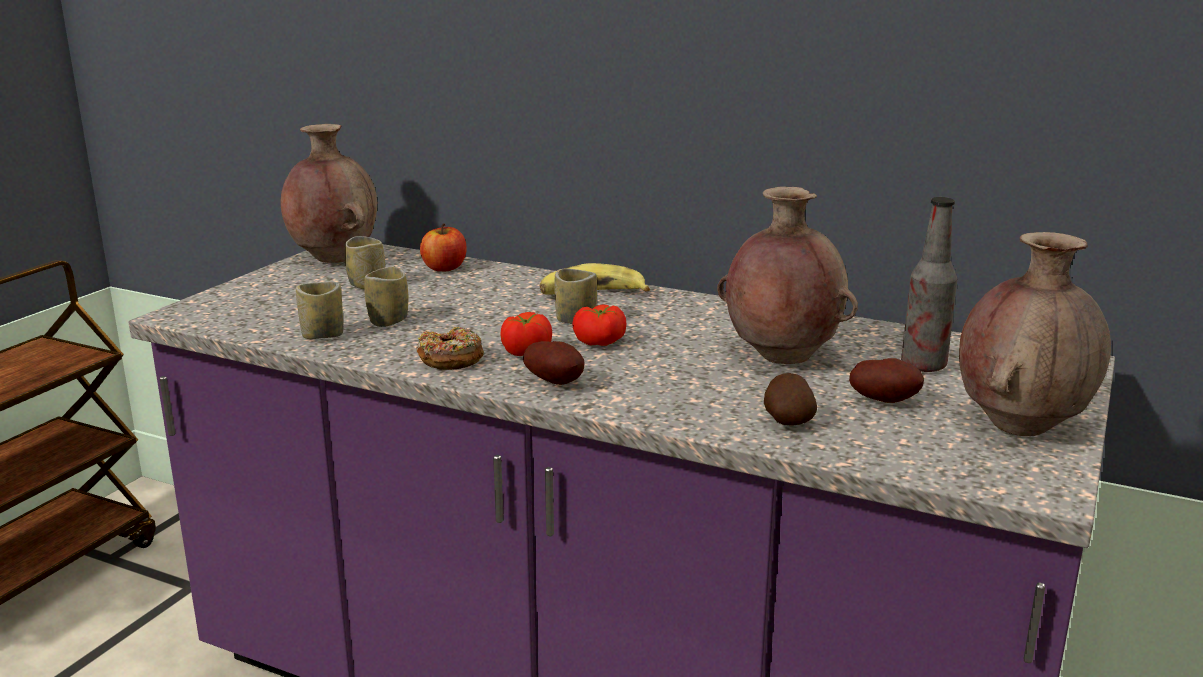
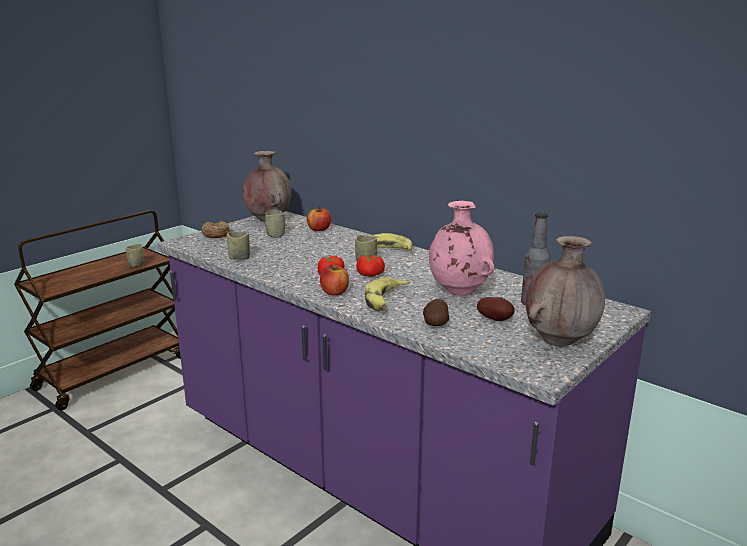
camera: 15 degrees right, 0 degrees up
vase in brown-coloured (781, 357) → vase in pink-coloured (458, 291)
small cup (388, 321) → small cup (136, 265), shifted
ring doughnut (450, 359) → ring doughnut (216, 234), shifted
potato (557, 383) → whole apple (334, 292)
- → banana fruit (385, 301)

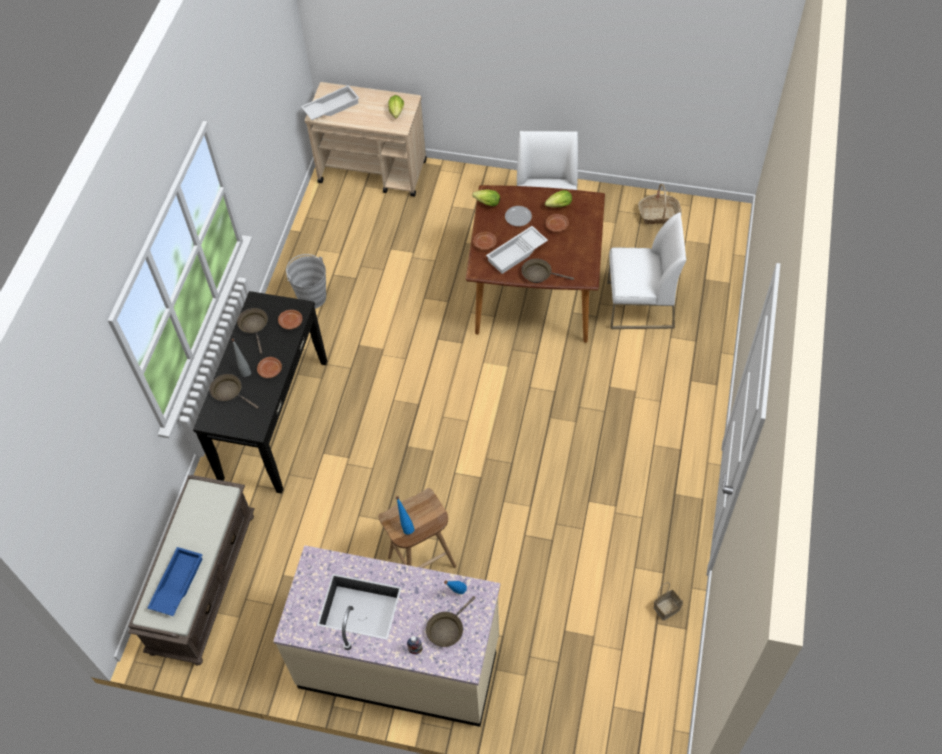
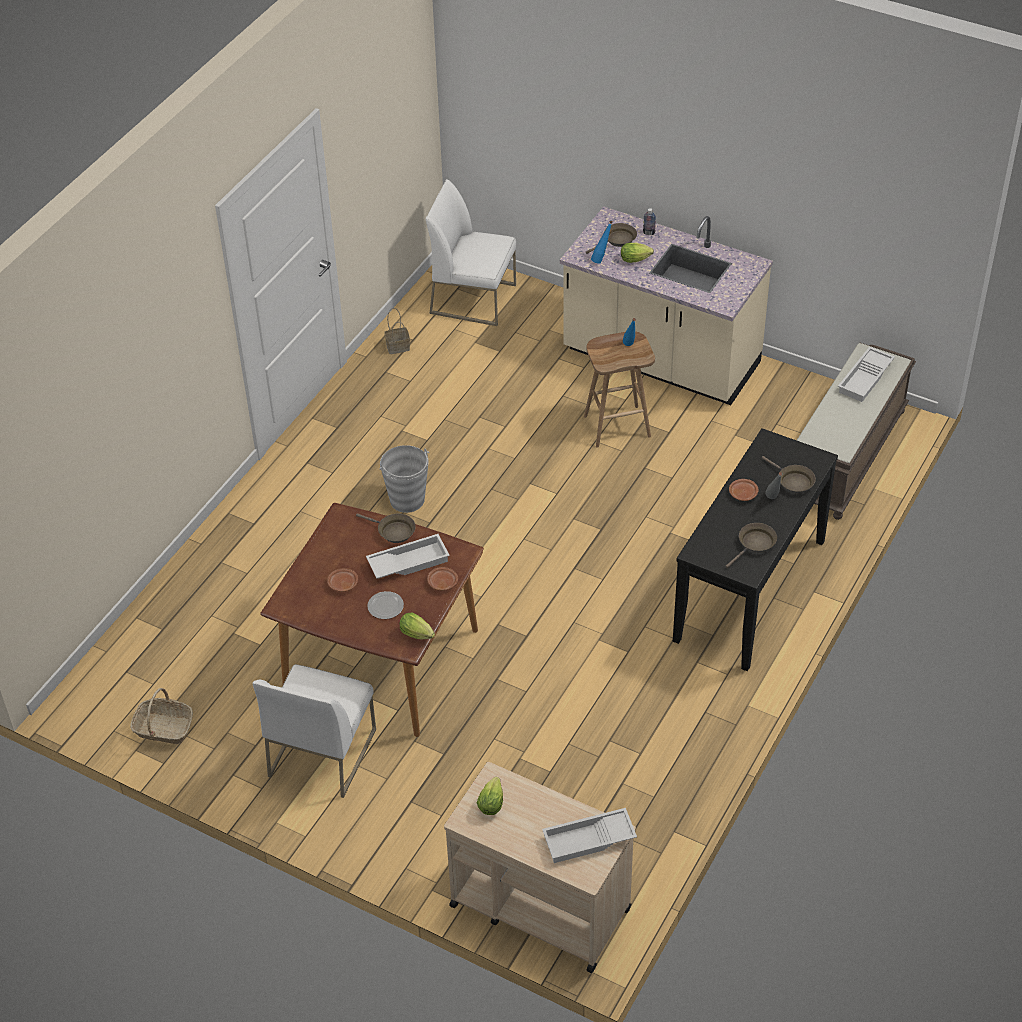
camera: 165 degrees left, 10 degrees down
lettuce head (557, 206) → lettuce head (637, 259), shifted
chair in white (639, 305) → chair in white (474, 298), shifted
bucket in greyish (312, 297) → bucket in greyish (407, 500), shifted
pan in brown-coloured (254, 326) → pan in brown-coloured (755, 544), 135 degrees counterclockwise
dinner plate in brown-coloured (291, 322) → -
tray in blue-coloured (176, 583) → tray in white (866, 379)

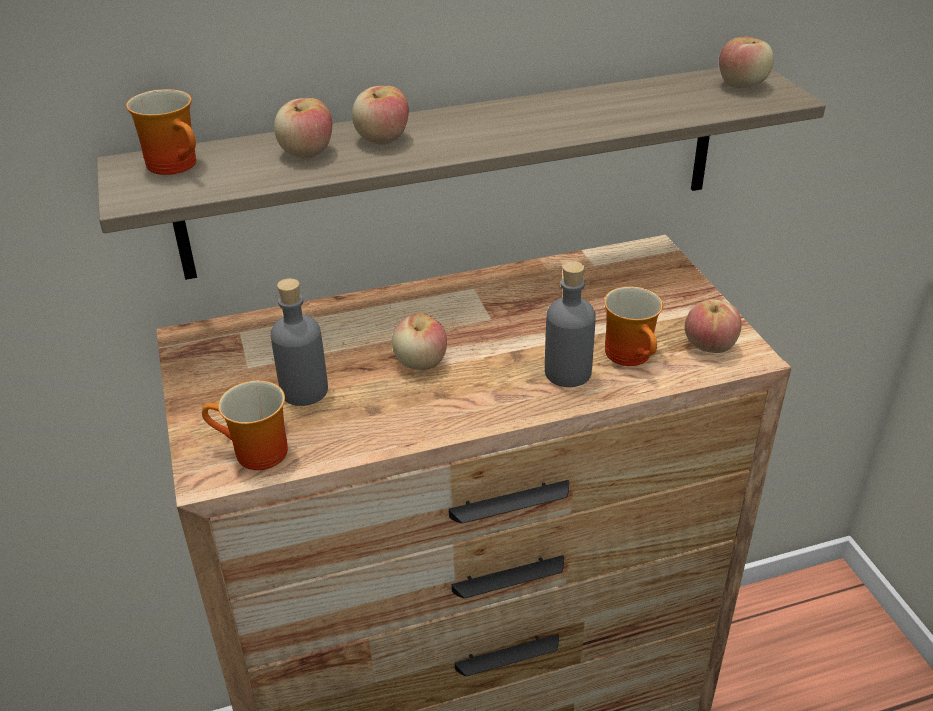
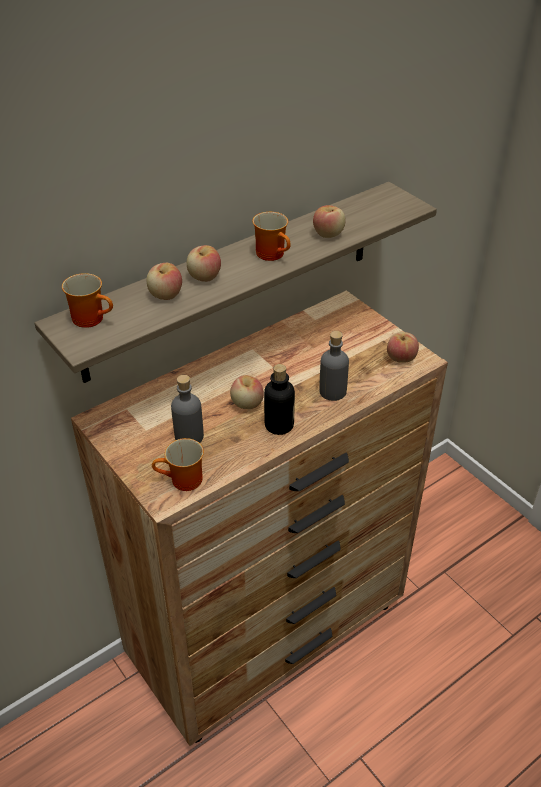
camera: 20 degrees left, 5 degrees up
whole apple (742, 84) → whole apple (328, 234), shifted
mug (633, 355) → mug (274, 254), shifted
- → beverage bottle (279, 425)

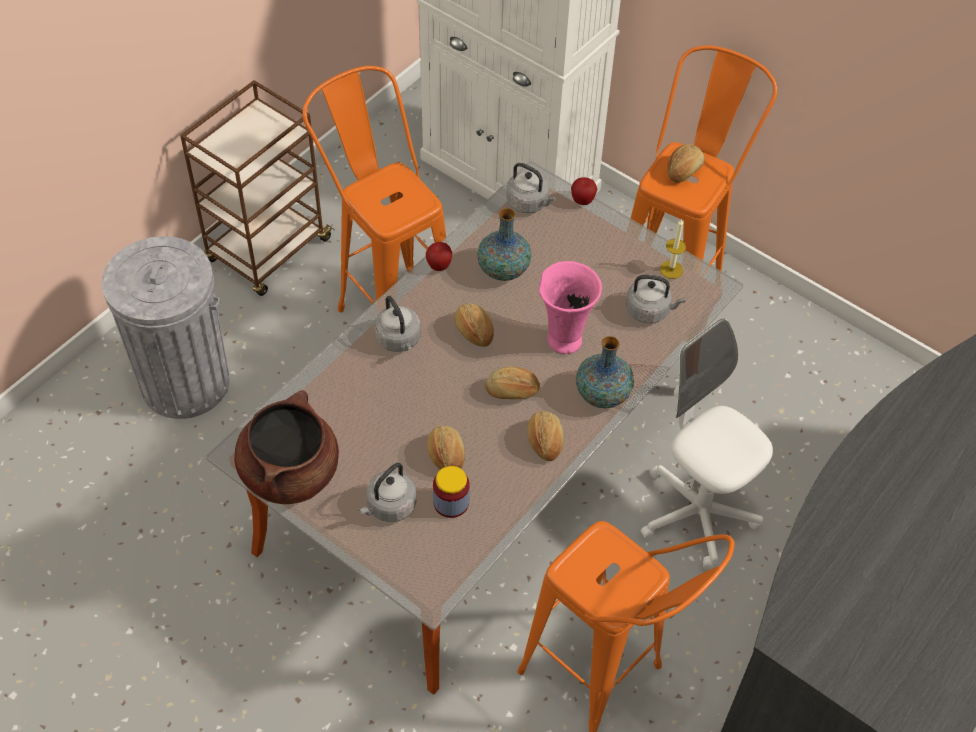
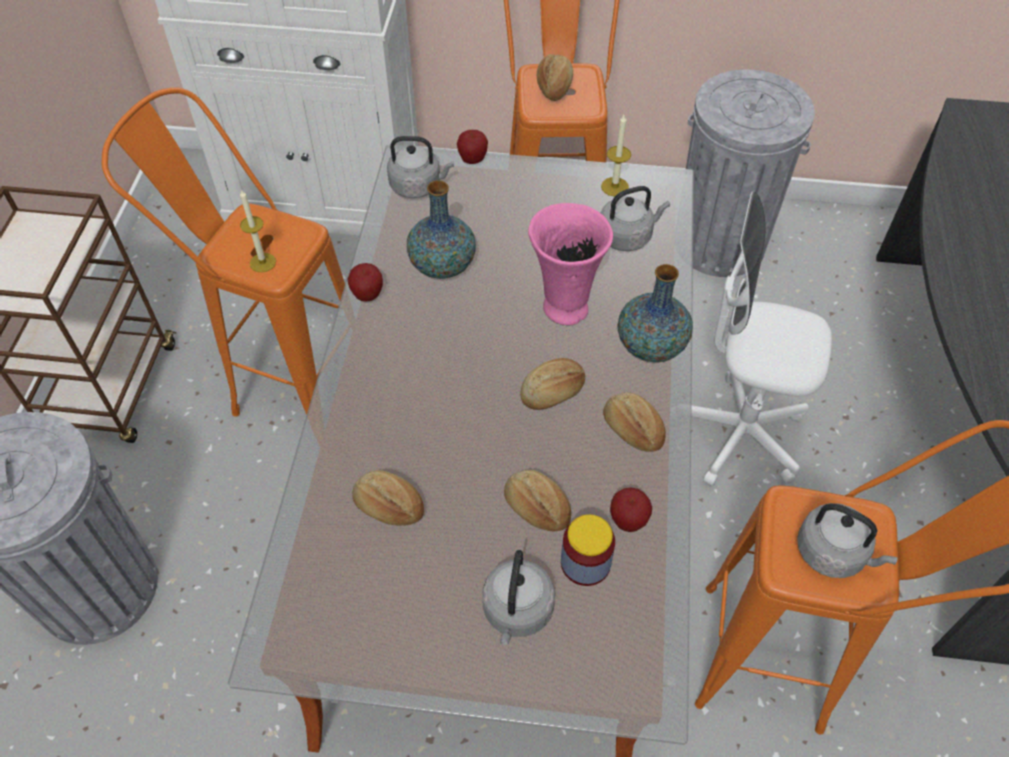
camera: 30 degrees left, 0 degrees up
water kettle in greyish (399, 340) → water kettle in greyish (833, 553), shifted
baked bread (473, 331) → baked bread (388, 507), shifted
stockpot in brown-coloured (290, 472) → -
- → waste bin in greyish (719, 243)
- → candle (263, 262)
- → whole apple (628, 521)

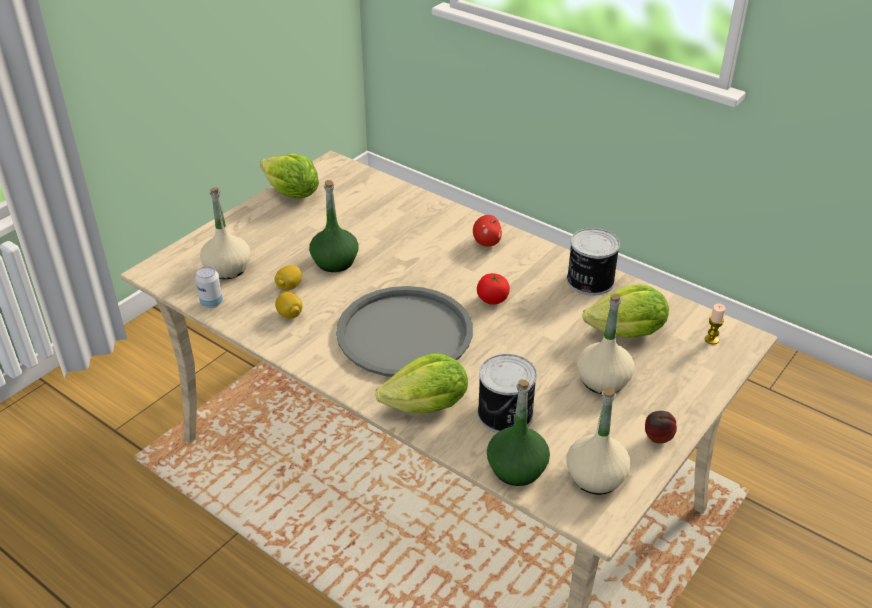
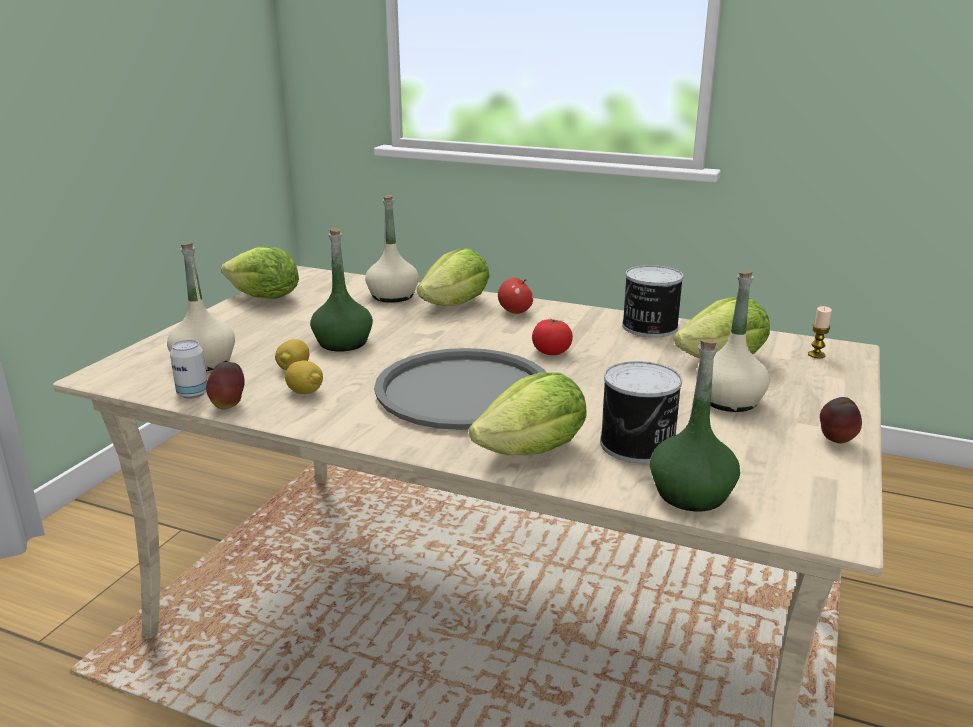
camera: 15 degrees left, 15 degrees down
beverage bottle in sand-coloured (595, 477) → beverage bottle in sand-coloured (392, 296), shifted
- → lettuce head (456, 304)
- → whole apple (229, 405)

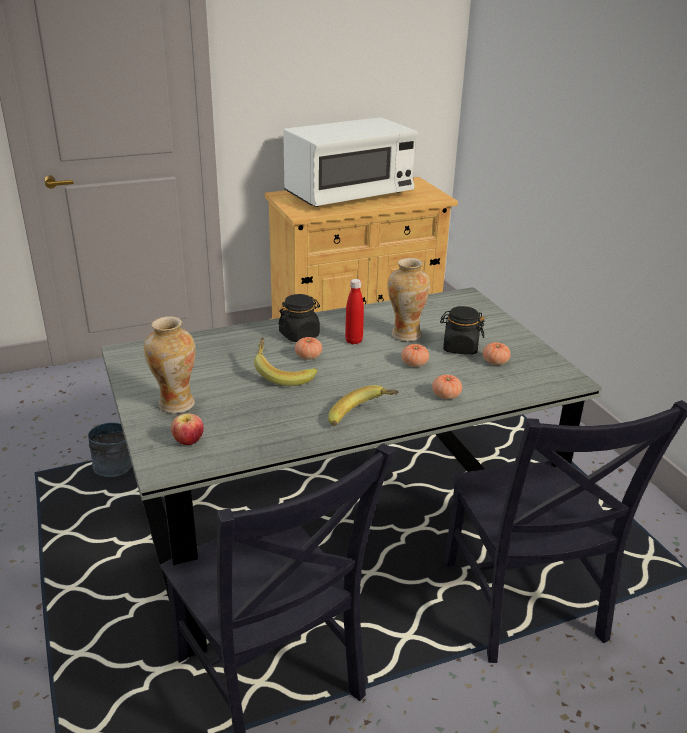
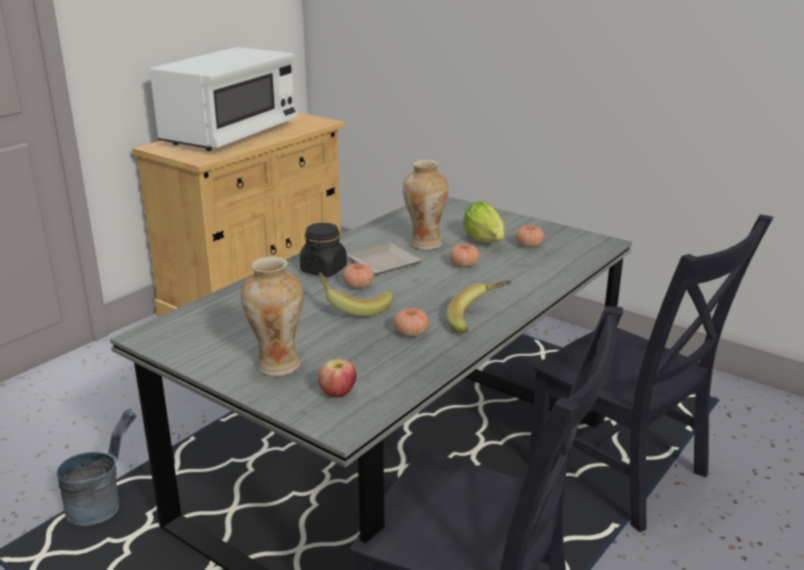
camera: 30 degrees left, 5 degrees down
beverage bottle in red (353, 341) → dinner plate (384, 261)
jar in black-coloured (460, 347) → lettuce head (486, 242)
tomato (446, 395) → tomato (411, 333), shifted

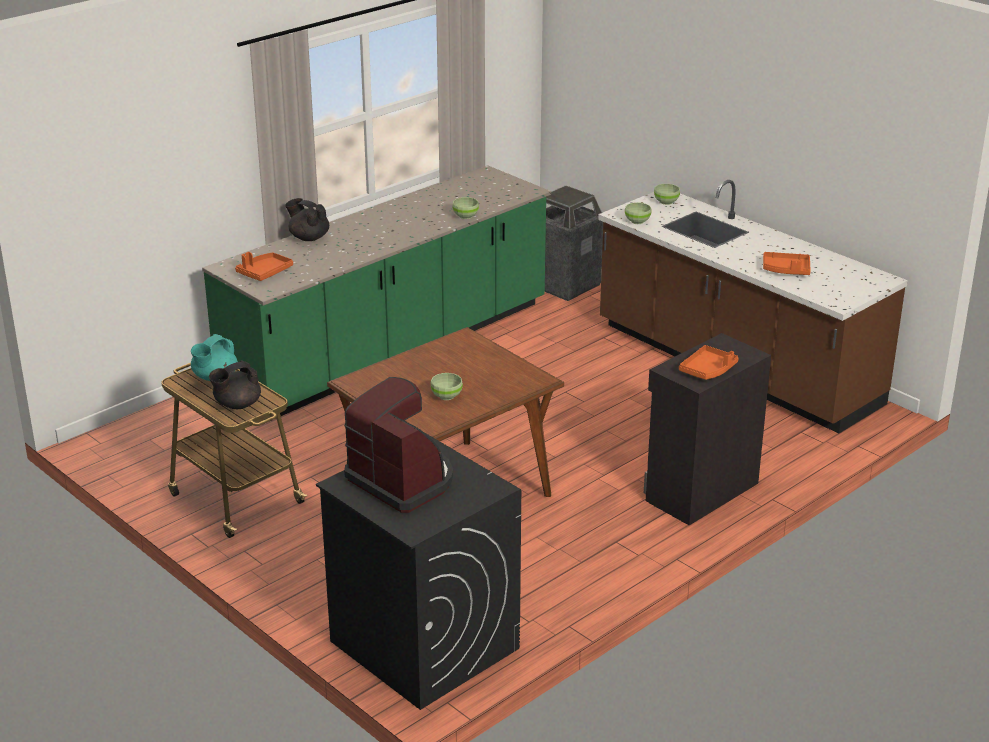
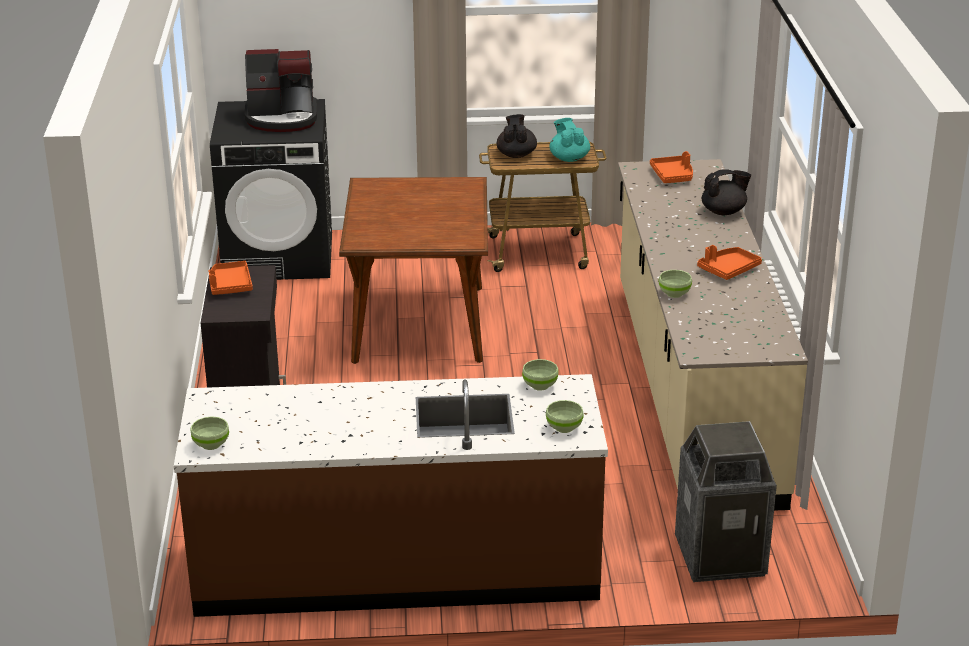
camera: 130 degrees right, 0 degrees up
kitchen base unit in greenish (390, 350) → kitchen base unit in sand-coloured (693, 390)
tray in orangey (786, 270) → tray in orangey (728, 270), shifted
deep dish in greenish (447, 396) → deep dish in greenish (210, 445), shifted

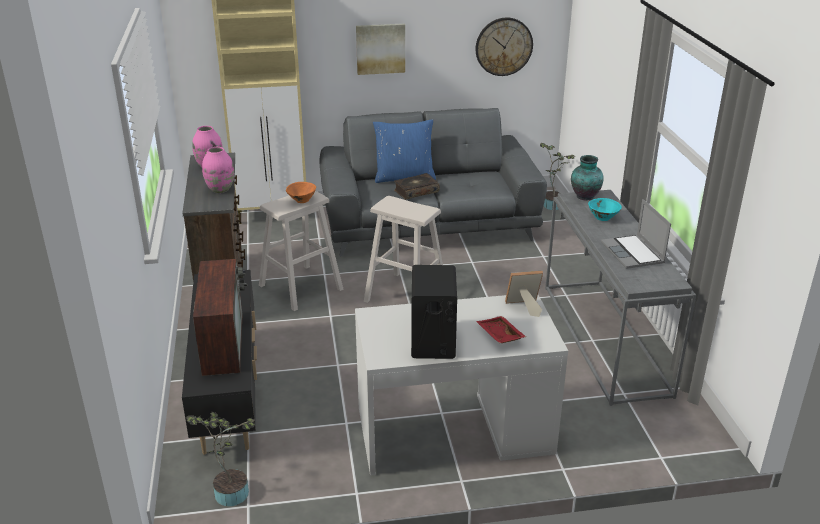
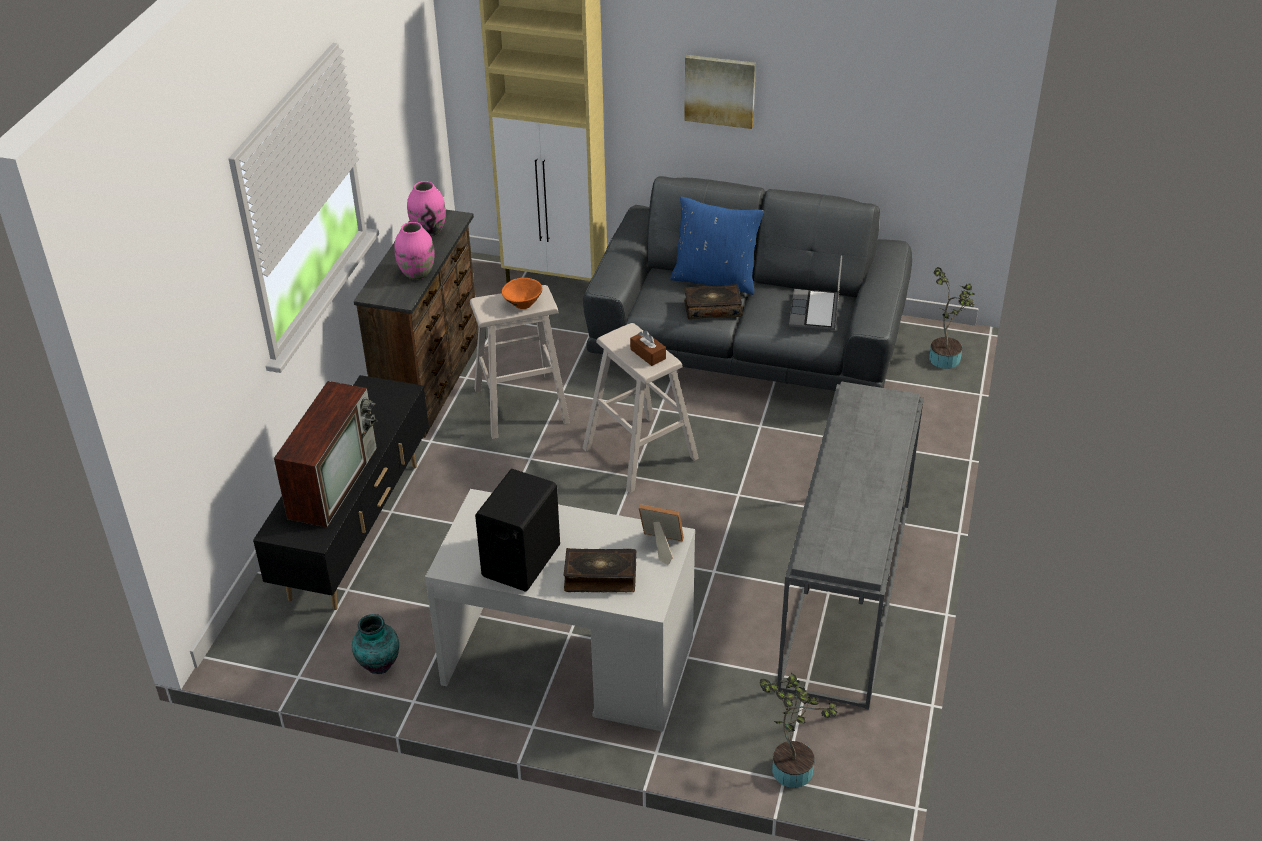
camera: 25 degrees right, 10 degrees up
wall clock (504, 46) → -
vase (584, 197) → vase (378, 665), shifted
deep dish in blue-green (603, 218) → -
portable computer (633, 253) → portable computer (815, 312), shifted
tray in red (499, 335) → bound book (600, 577)
potted plant (230, 491) → potted plant (791, 766), shifted
- → tissue box in brown-coloured (648, 354)

